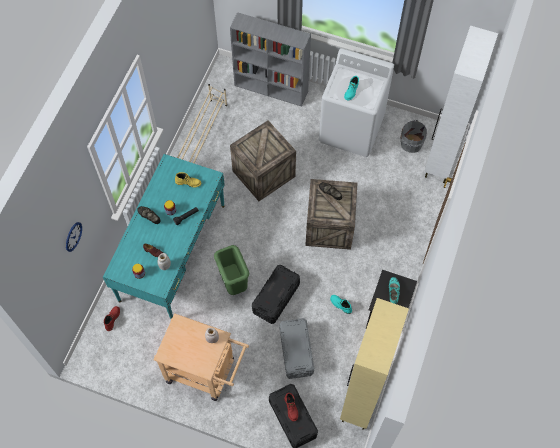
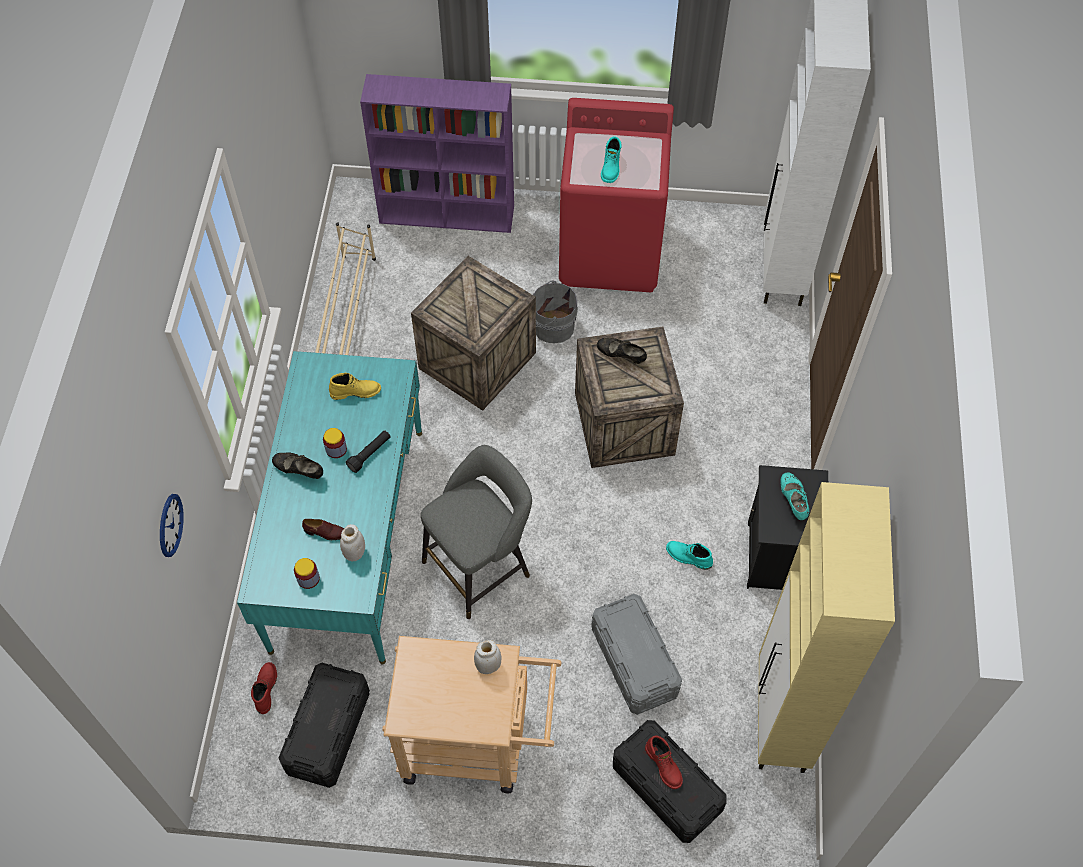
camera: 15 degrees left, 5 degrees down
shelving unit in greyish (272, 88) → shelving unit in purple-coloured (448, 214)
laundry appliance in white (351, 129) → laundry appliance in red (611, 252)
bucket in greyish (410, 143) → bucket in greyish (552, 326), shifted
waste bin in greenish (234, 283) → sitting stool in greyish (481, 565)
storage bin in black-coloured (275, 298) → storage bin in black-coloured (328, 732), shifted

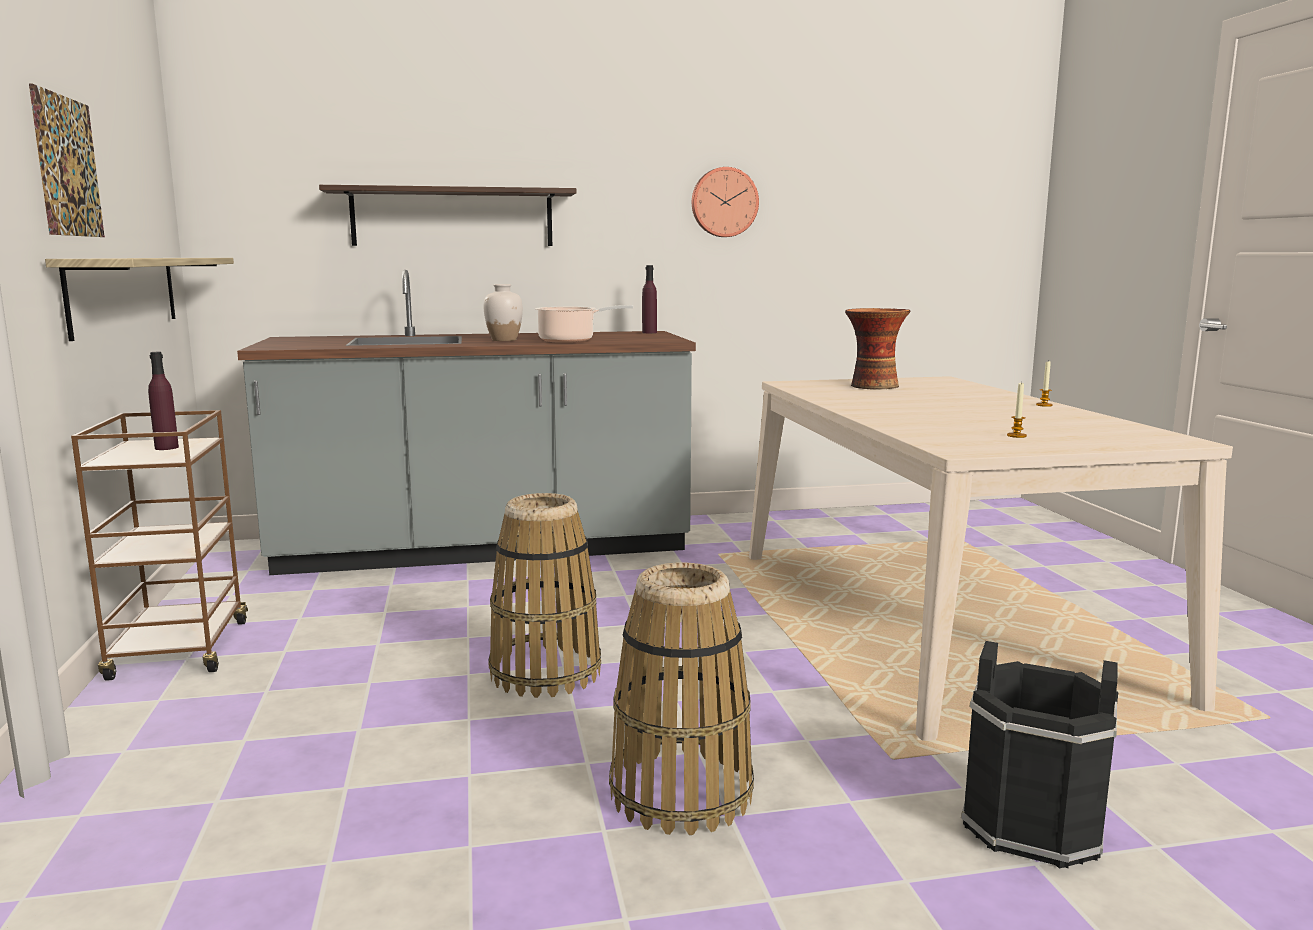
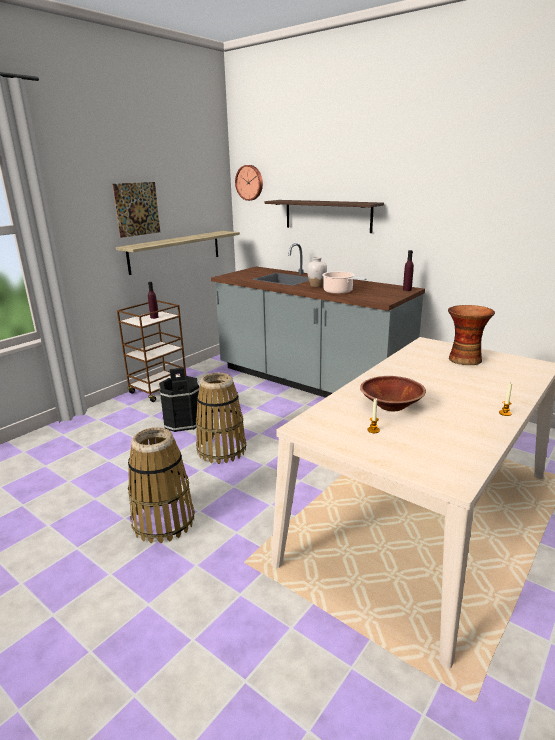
camera: 50 degrees right, 10 degrees up
wall clock (724, 202) → wall clock (250, 182), shifted
bucket in black-coloured (1032, 825) → bucket in black-coloured (182, 422), shifted
- → deep dish in brown-coloured (391, 406)

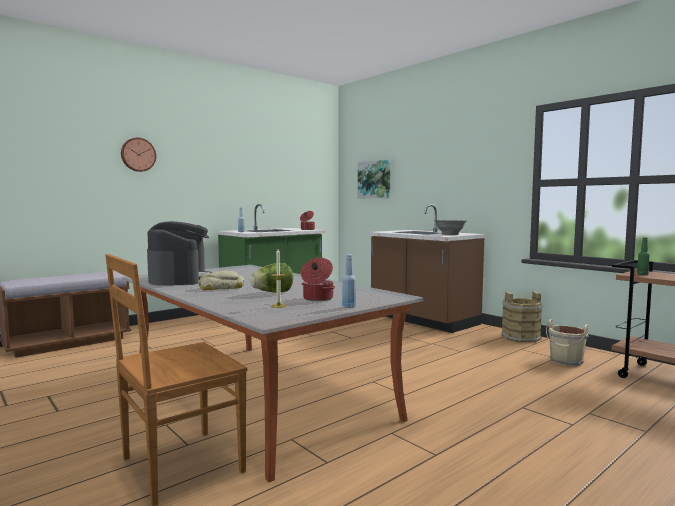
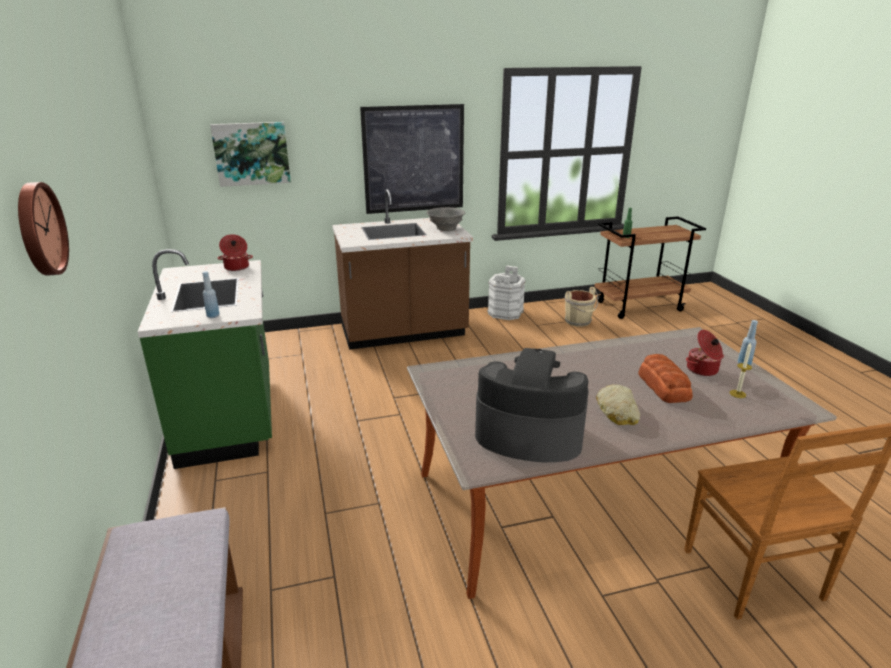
camera: 65 degrees left, 20 degrees up
lettuce head (272, 293) → baked bread (663, 386)
bucket in brown-coloured (521, 337) → bucket in white (505, 313)
- → picture (414, 159)

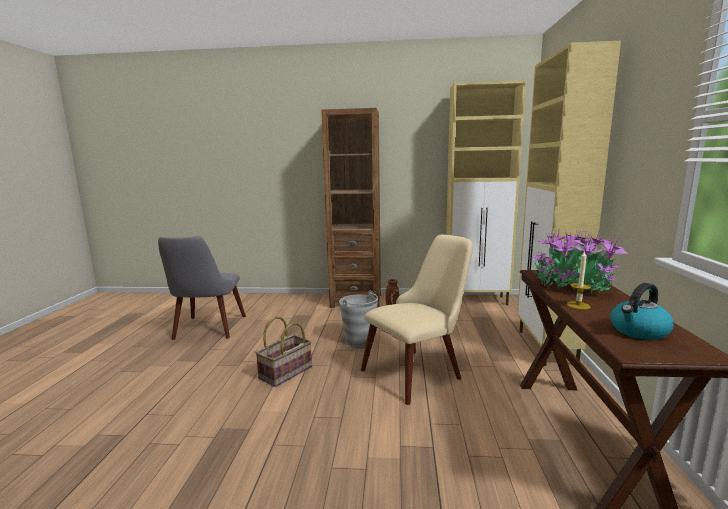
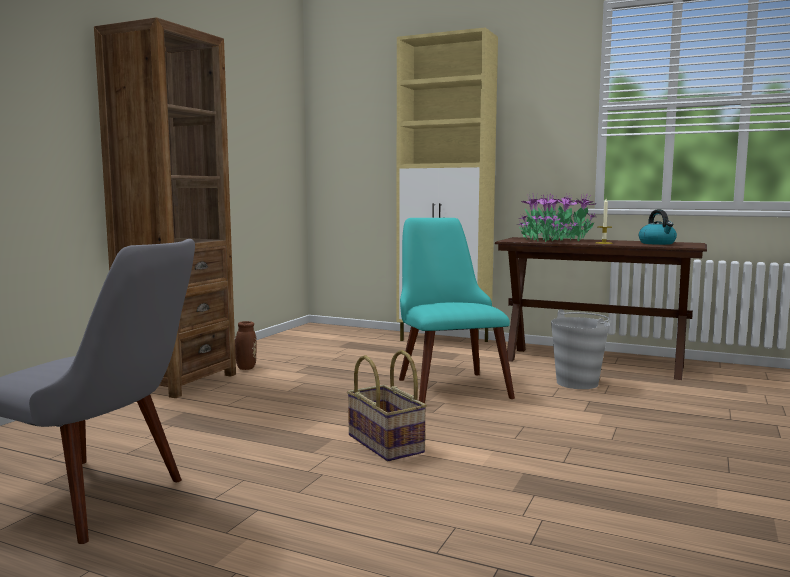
camera: 70 degrees left, 5 degrees down
cabinet in sand-coloured (477, 300) → -
chair in sand-coloured (419, 370) → chair in blue-green (447, 384)
bucket in greyish (359, 341) → bucket in greyish (577, 383), shifted

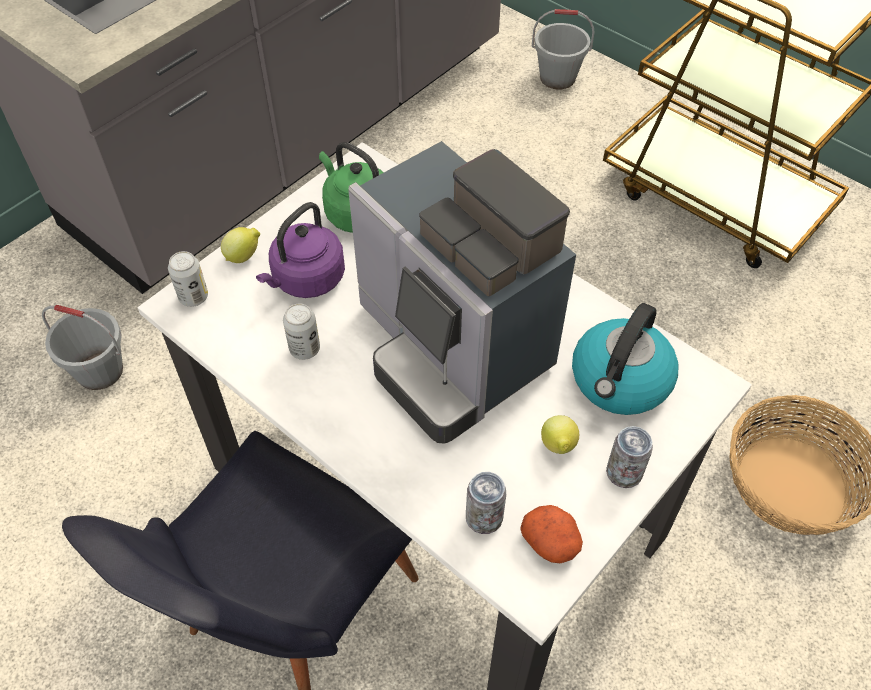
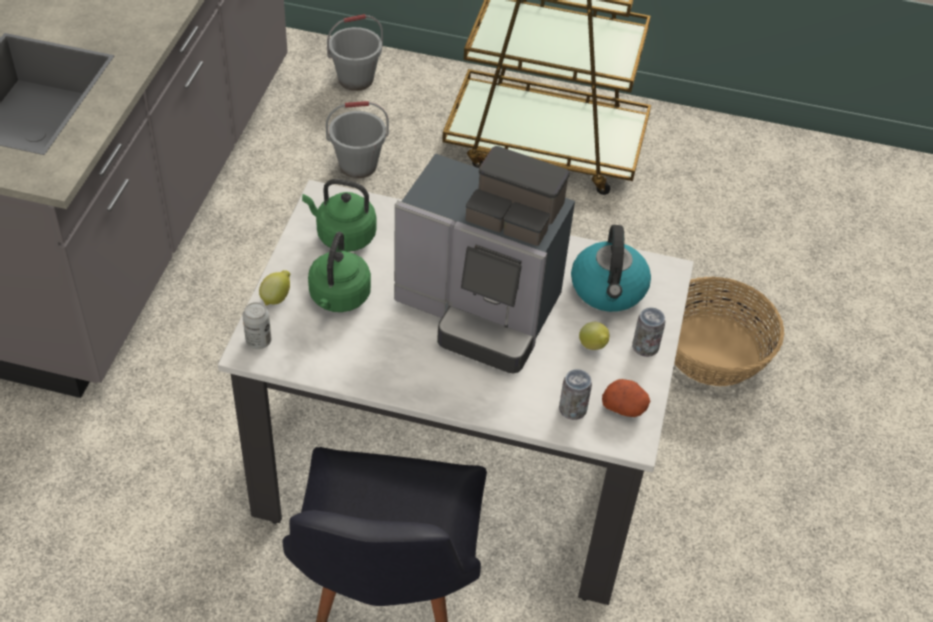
camera: 30 degrees left, 5 degrees down
water kettle in purple-coloured (306, 280) → water kettle in greenish (339, 298)
sealed can (304, 349) → -
bucket in greyish (100, 370) → bucket in greyish (358, 165), shifted

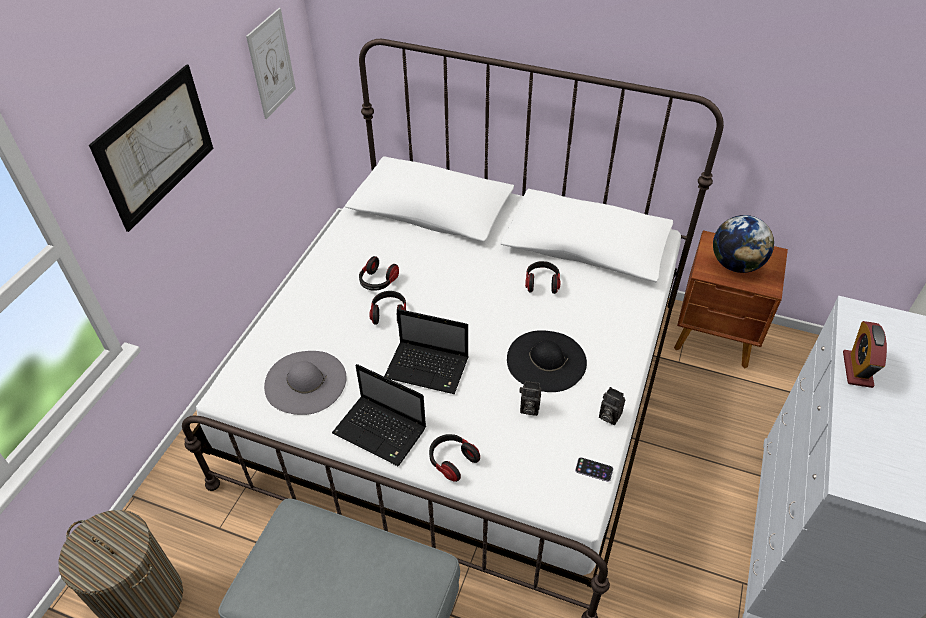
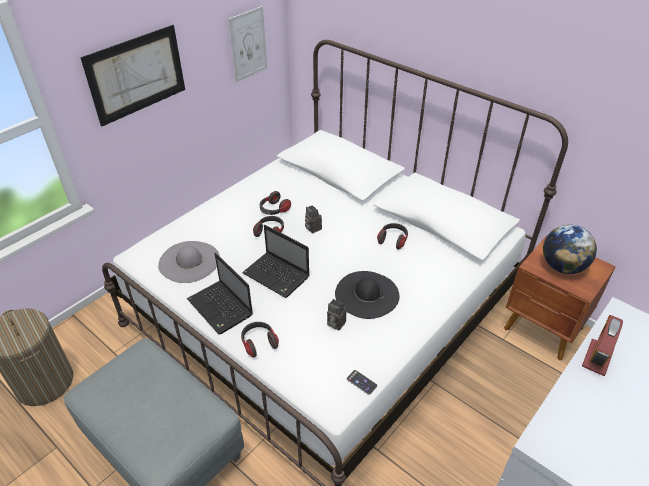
camera: 20 degrees right, 5 degrees down
photo camera (608, 416) → photo camera (312, 228), shifted

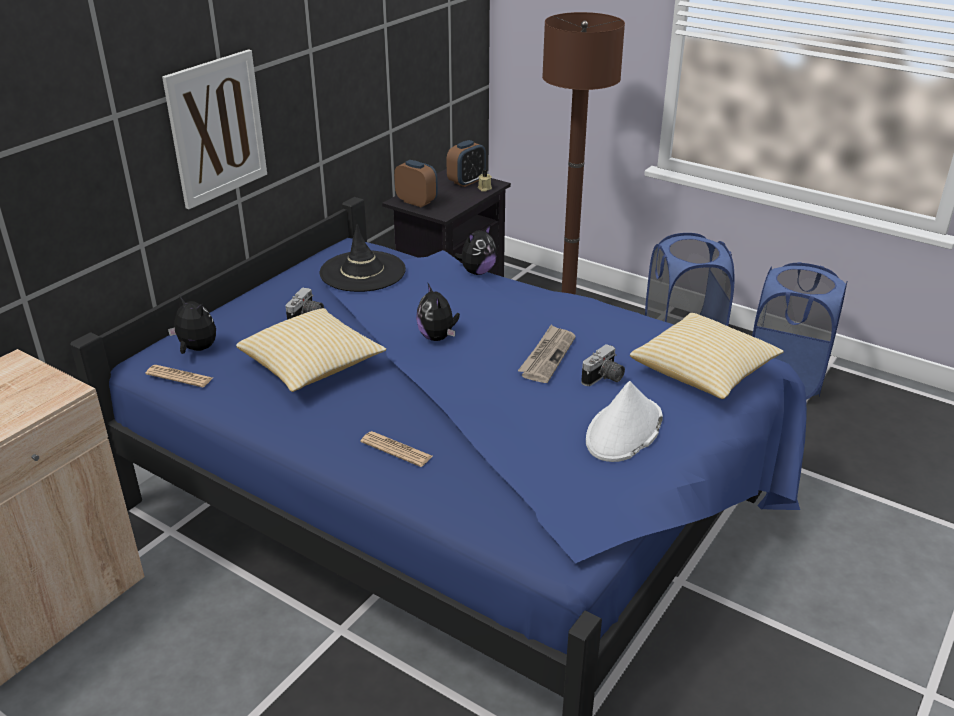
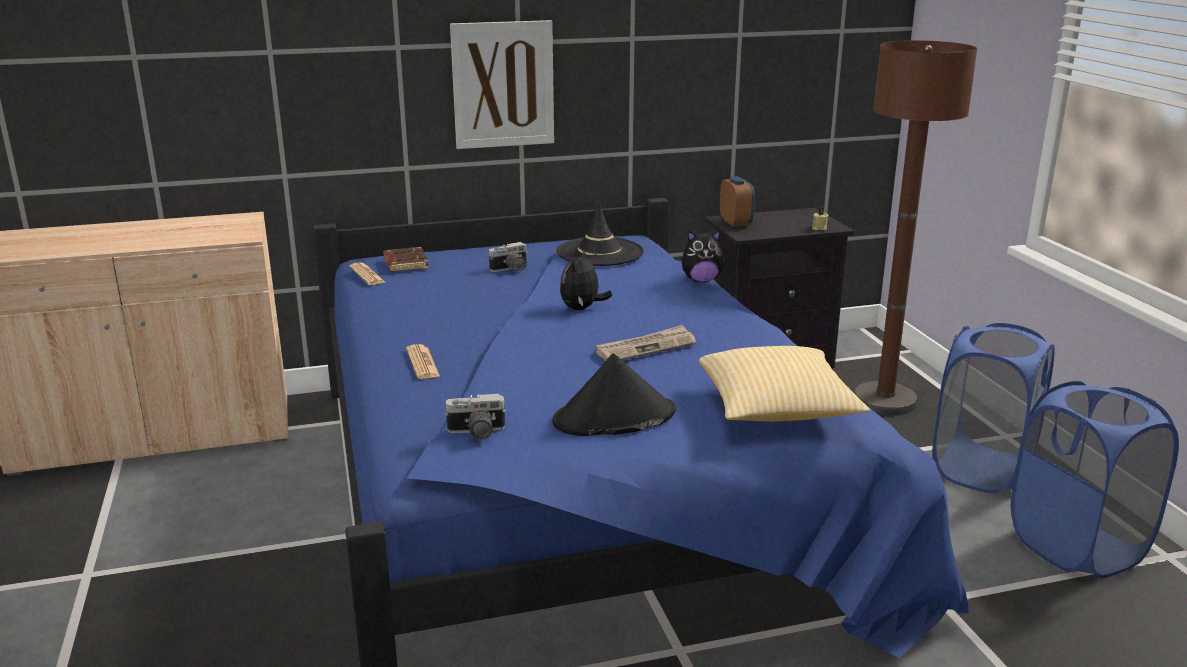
camera: 40 degrees right, 10 degrees down
alarm clock (466, 182) → -
cuddly toy (196, 349) → bound book in brown-coloured (404, 264)
throw pillow (312, 366) → -
photo camera (604, 379) → photo camera (476, 433), shifted
wearable hat in white (624, 431) → wearable hat in black-coloured (614, 418)

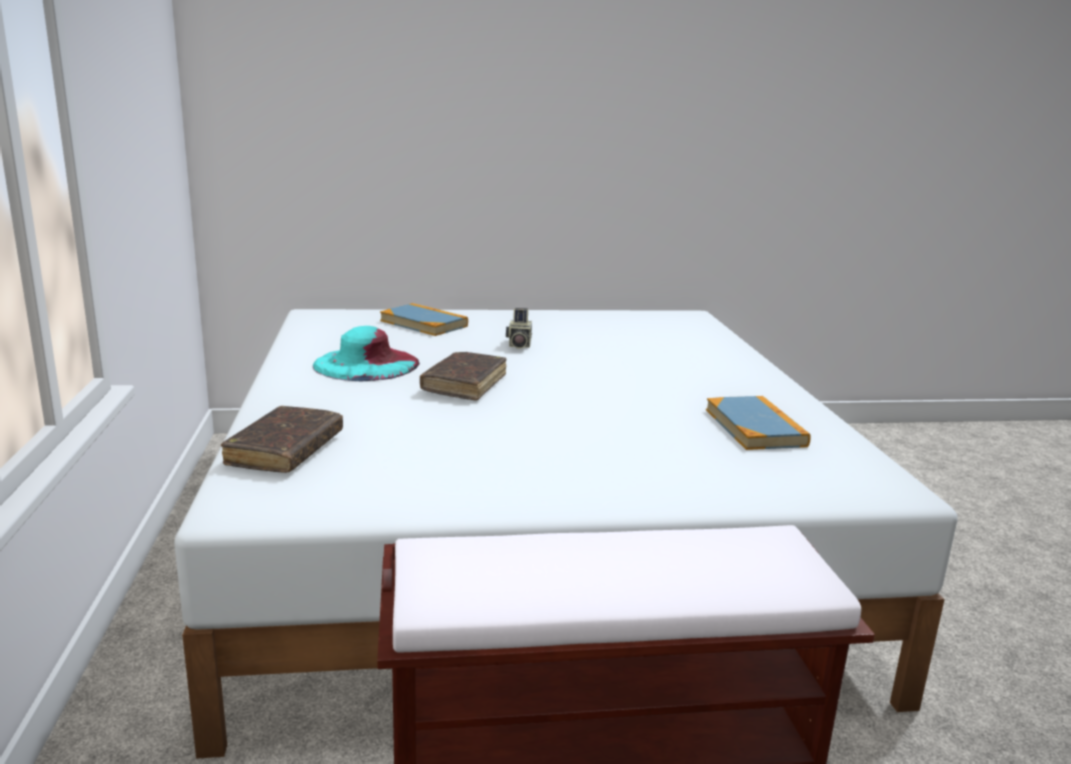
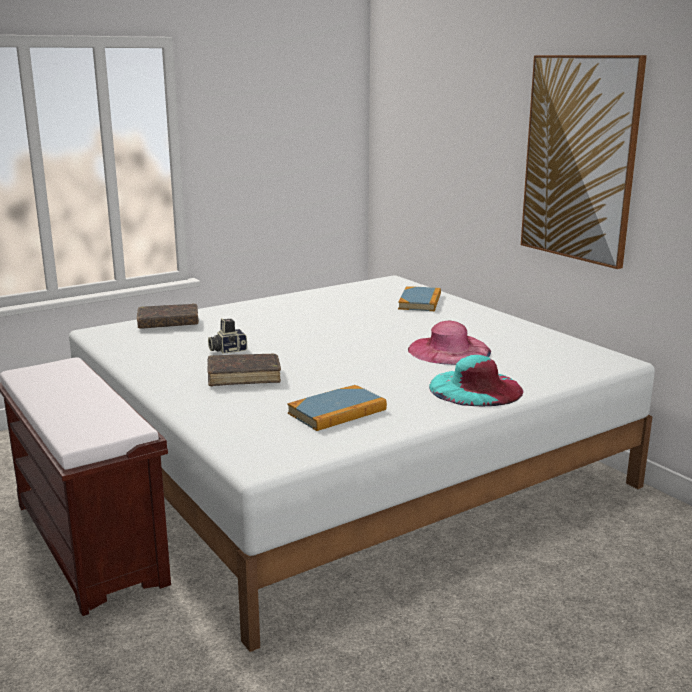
camera: 65 degrees right, 0 degrees up
photo camera (518, 345) → photo camera (227, 350), shifted
wearable hat in blue-green (366, 363) → wearable hat in blue-green (475, 388), shifted
bound book in brown-coloured (464, 384) → bound book in brown-coloured (244, 377), shifted
- → picture (580, 159)
- → wearable hat in pink-coloured (449, 350)

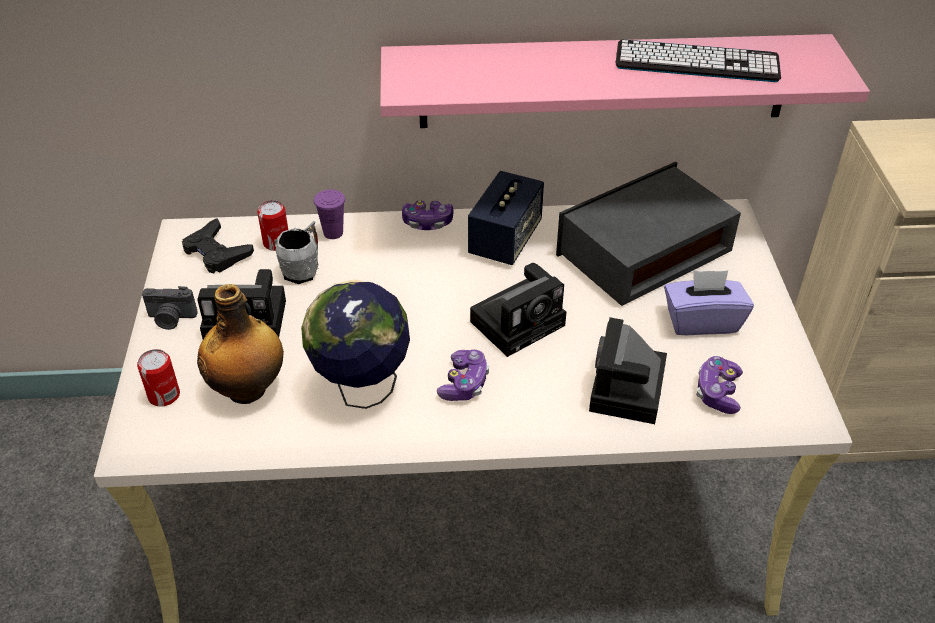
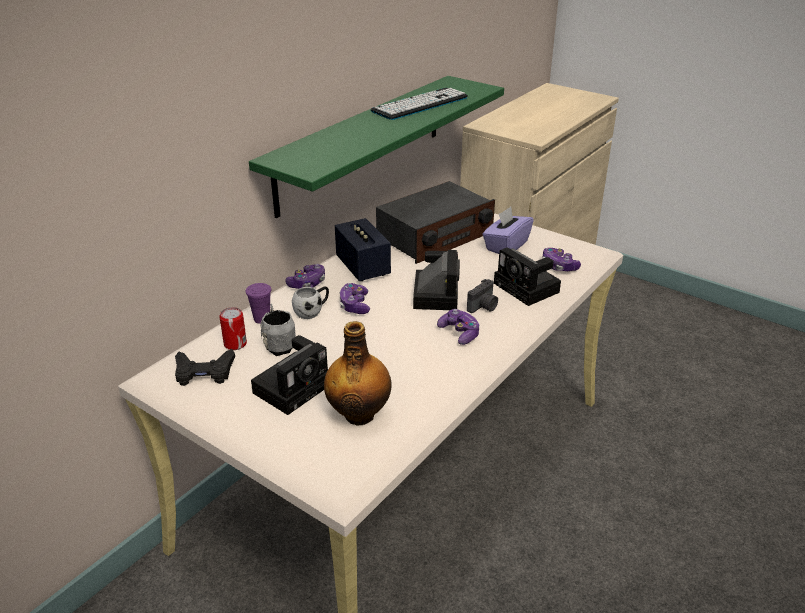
camera: 50 degrees left, 10 degrees down
wall shelf in pink-coloured (604, 81) → wall shelf in greenish (362, 142)
radio receiver (643, 252) → radio receiver (435, 235), 135 degrees counterclockwise
world globe (362, 390) → -
photo camera (171, 319) → photo camera (483, 307), shifted
sealed can (164, 395) → -
- → gamepad (354, 305)
- → mug in white (312, 311)

